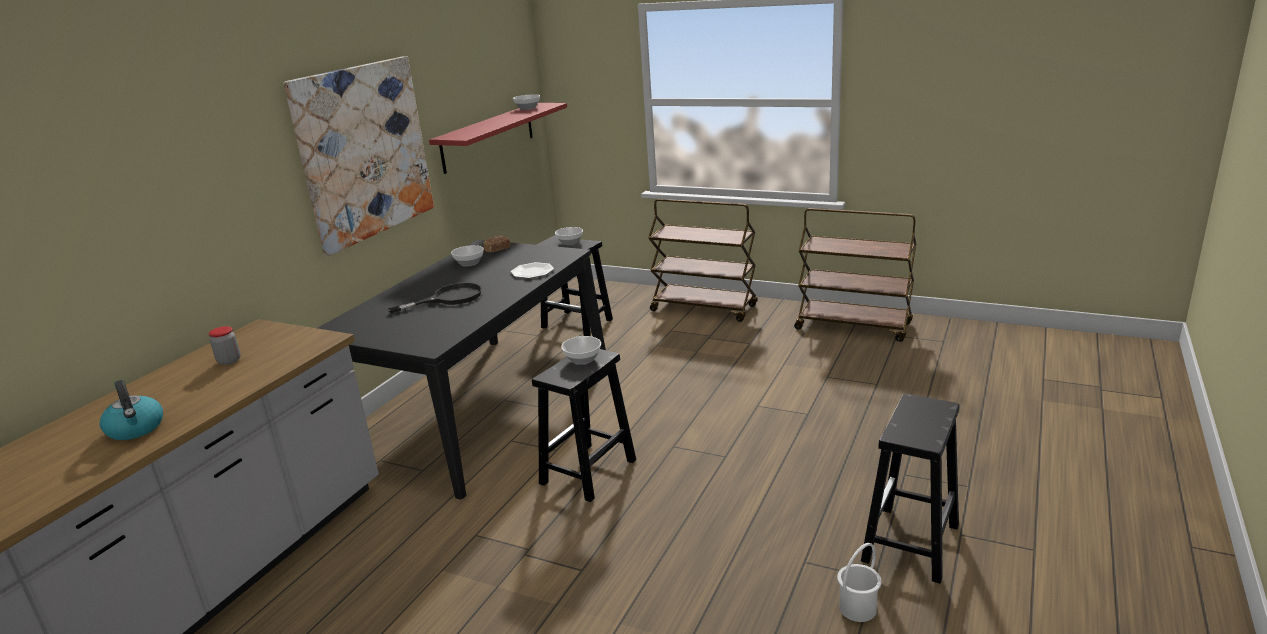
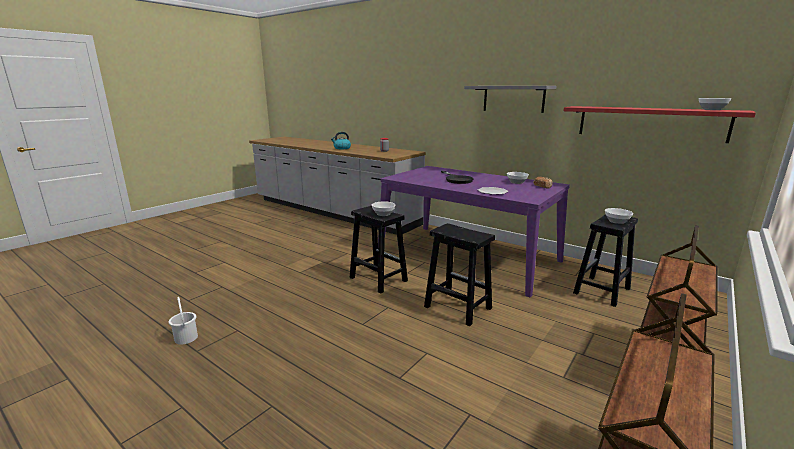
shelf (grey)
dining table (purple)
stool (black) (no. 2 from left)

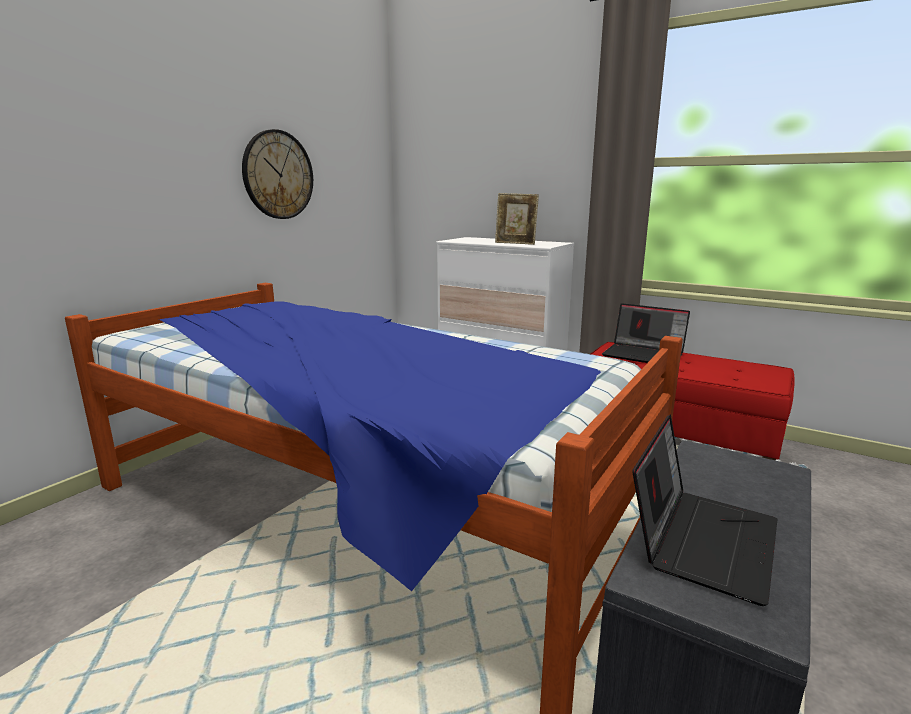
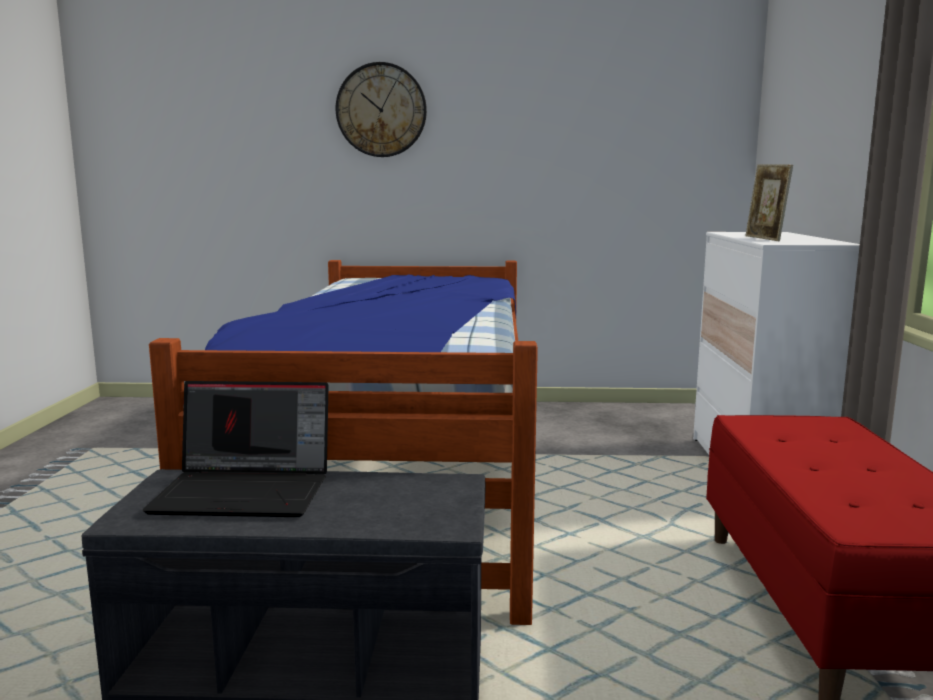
wall clock
laptop (no. 1 from left in the first image)

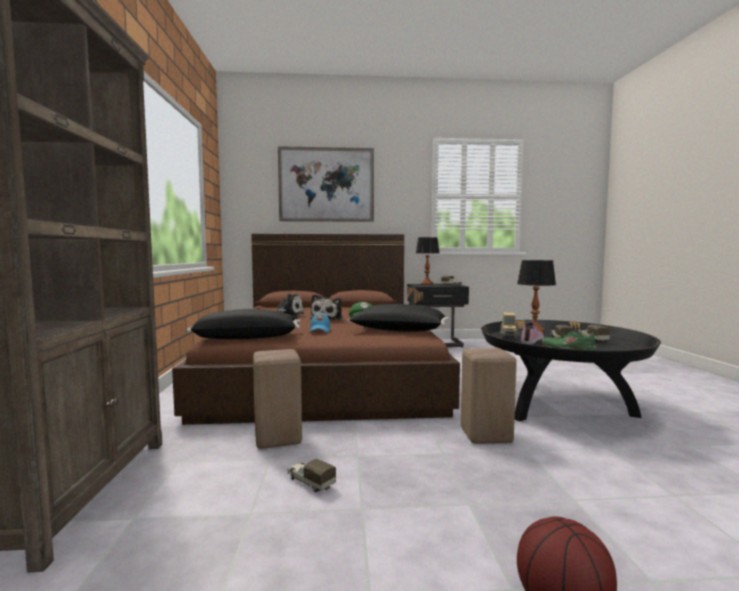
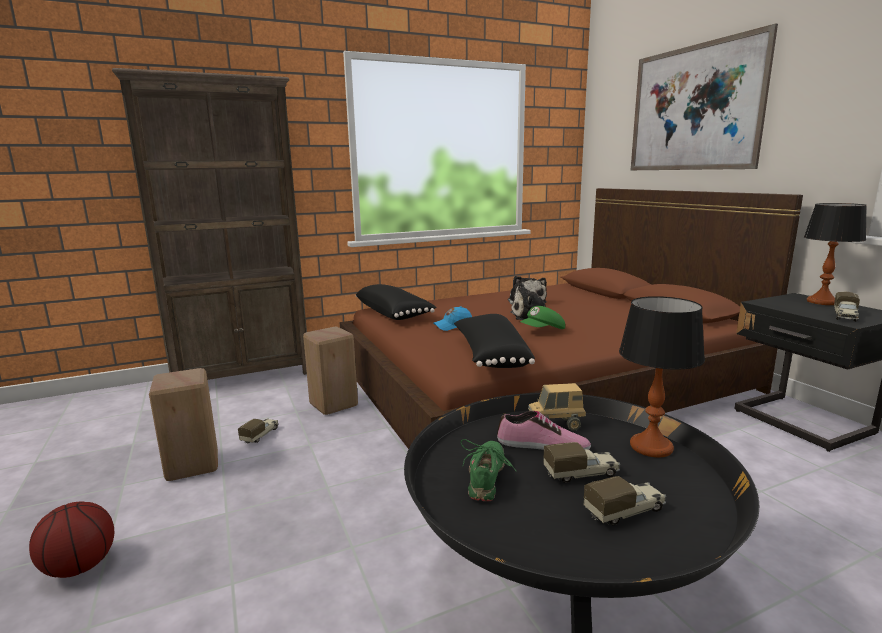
stool (beige) (no. 1 from left)

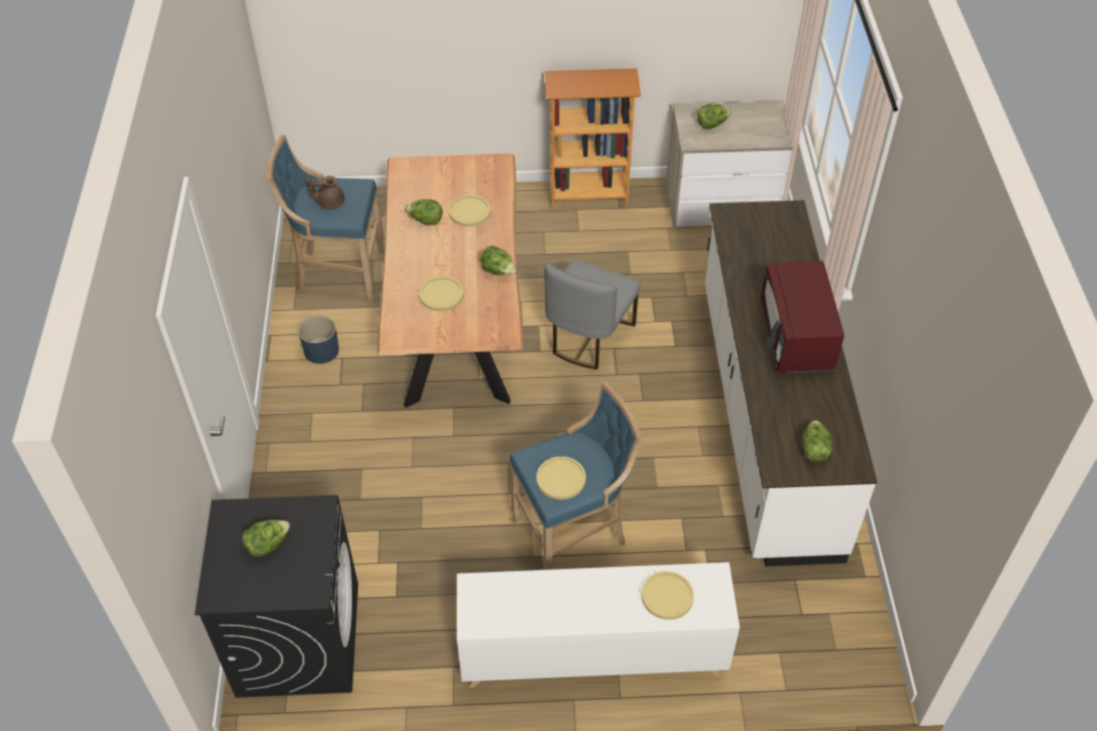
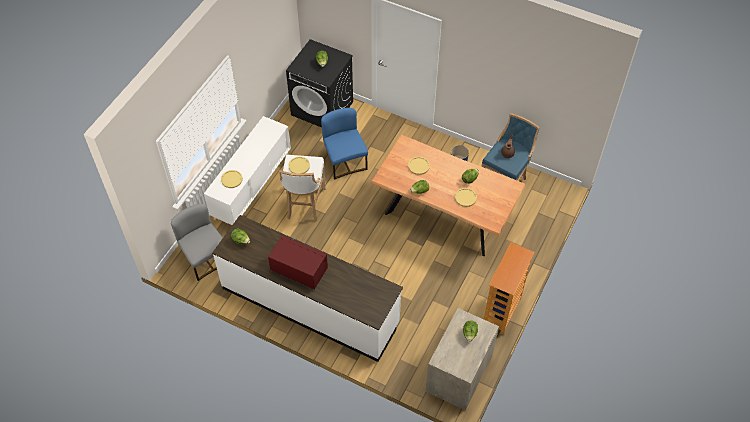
chair (grey)
stool (white)
chair (blue)

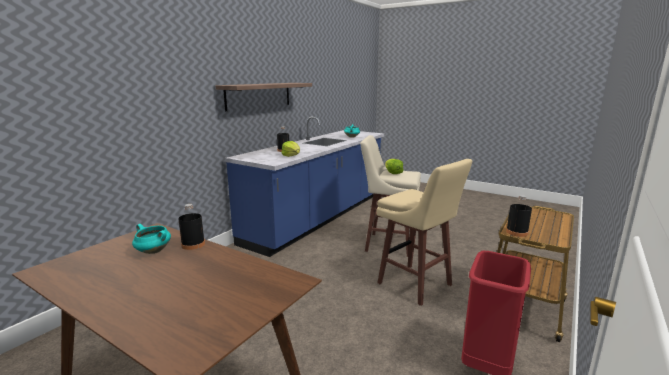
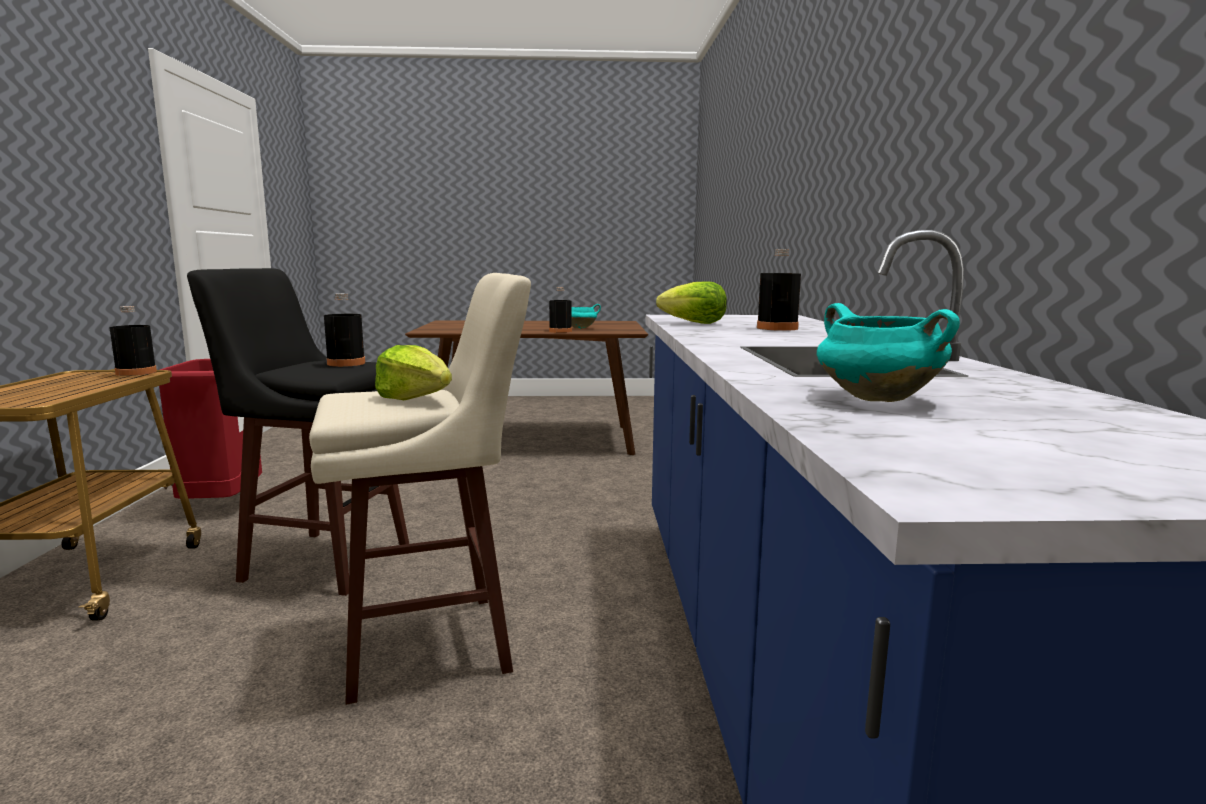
shelf
stool (black)
bottle (black) (no. 2 from left)

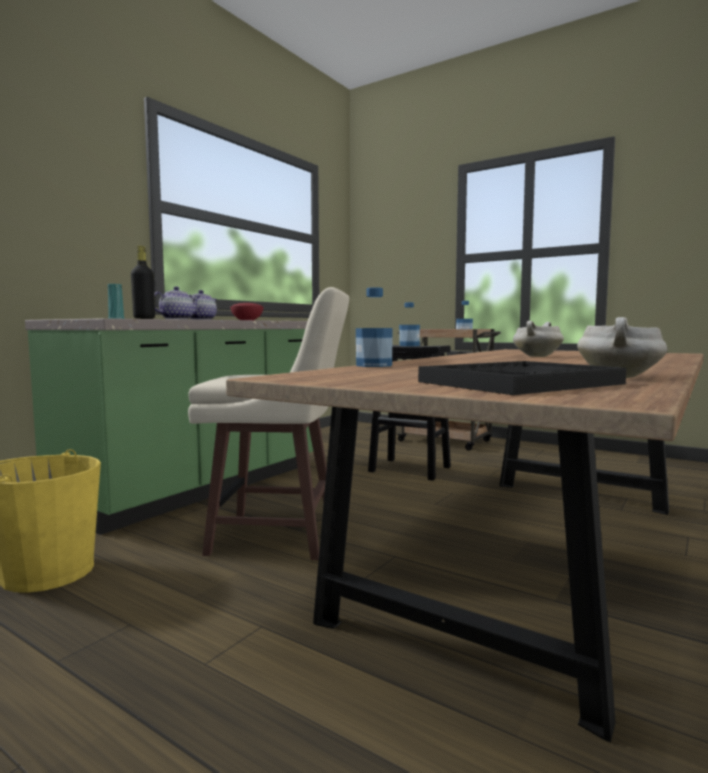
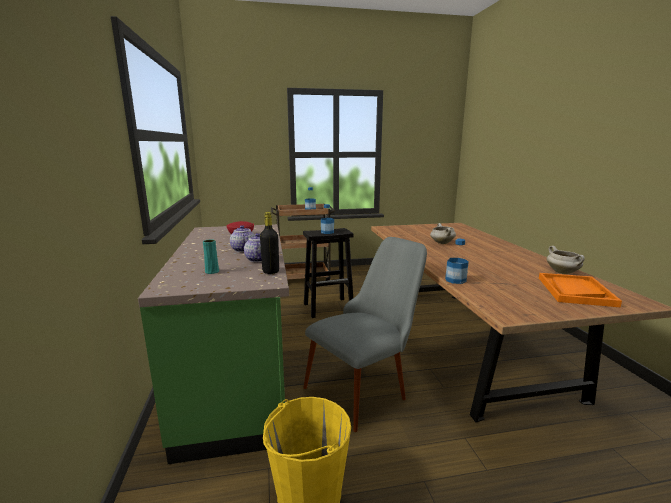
chair (grey)
tray (orange)

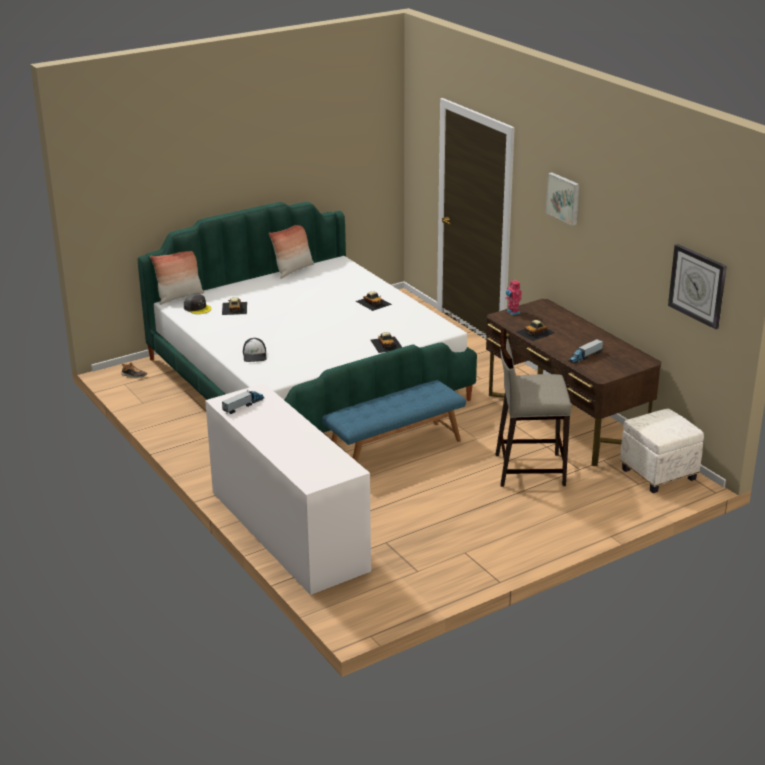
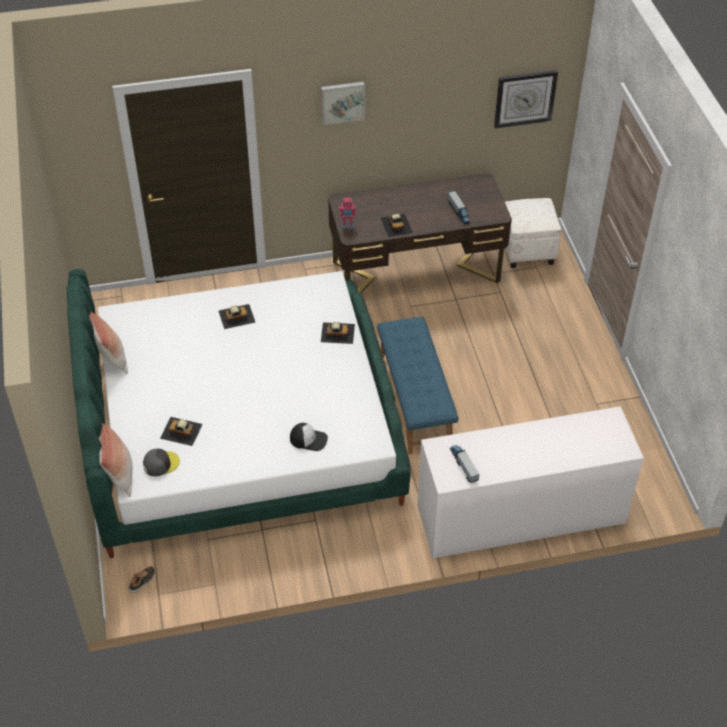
stool (beige)

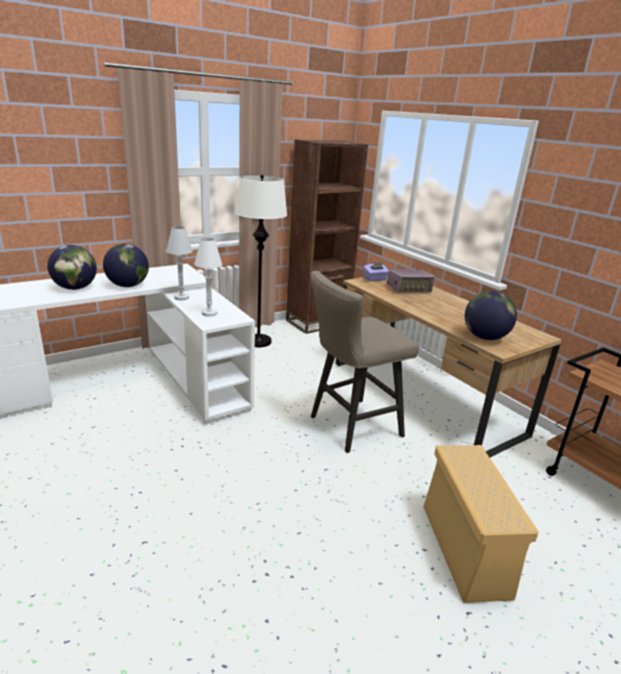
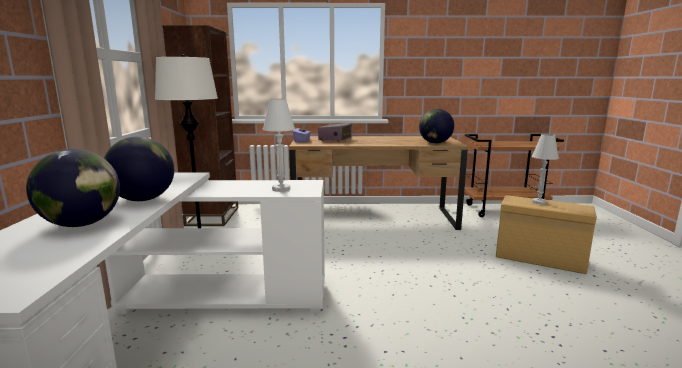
table lamp (white) (no. 2 from left)
stool (beige)

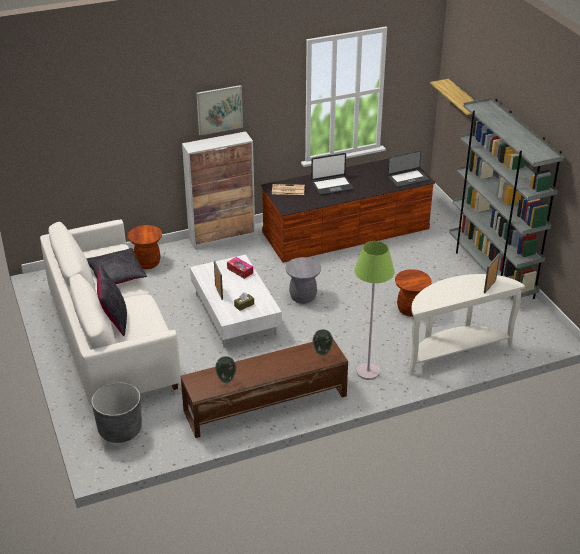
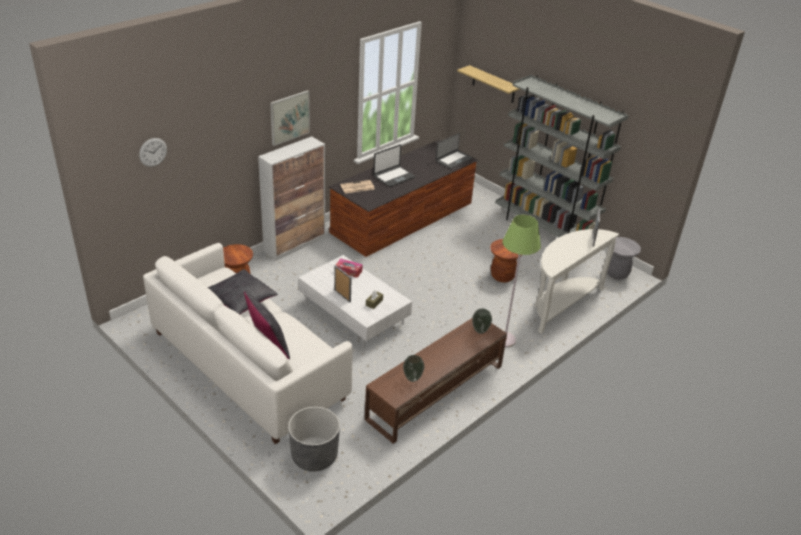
stool (grey)
wall clock

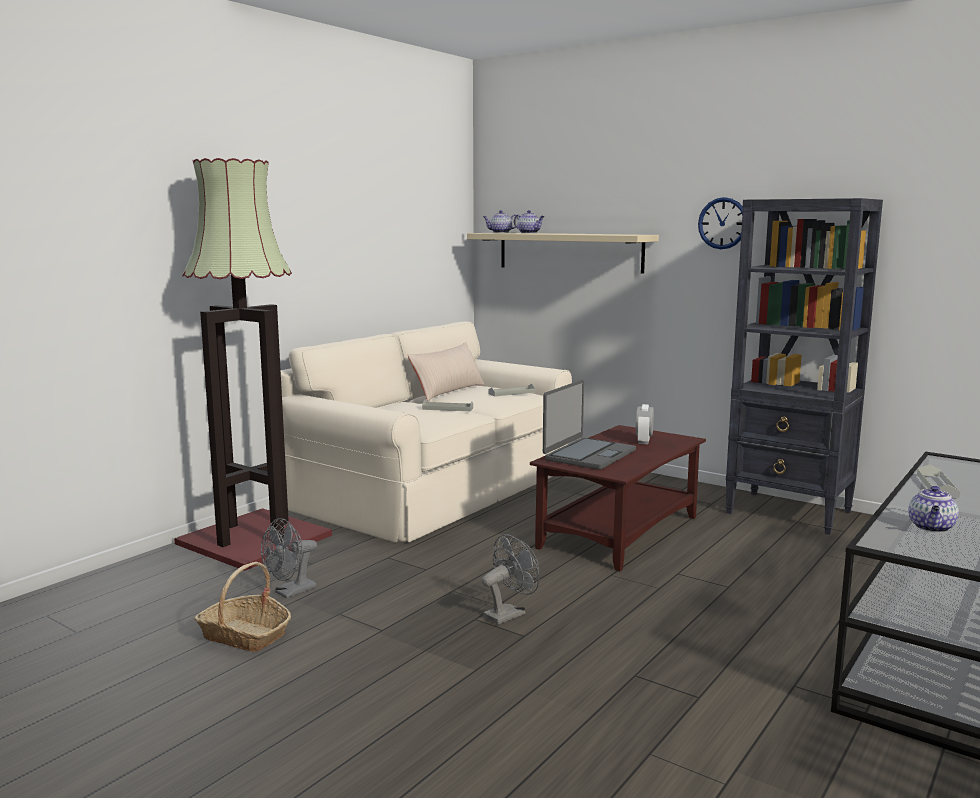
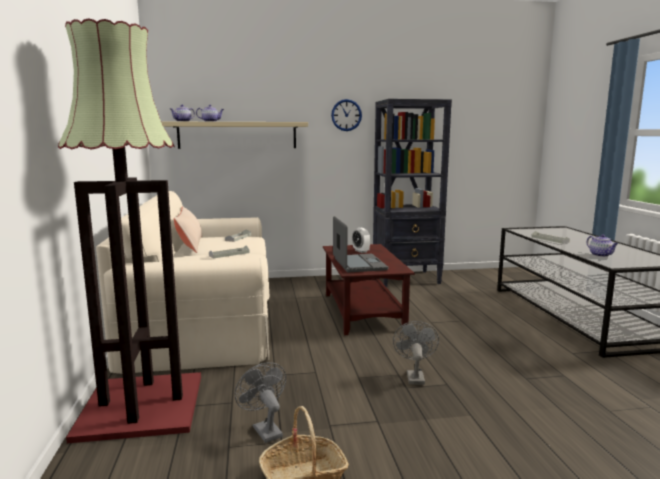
fan (grey) (no. 1 from left)

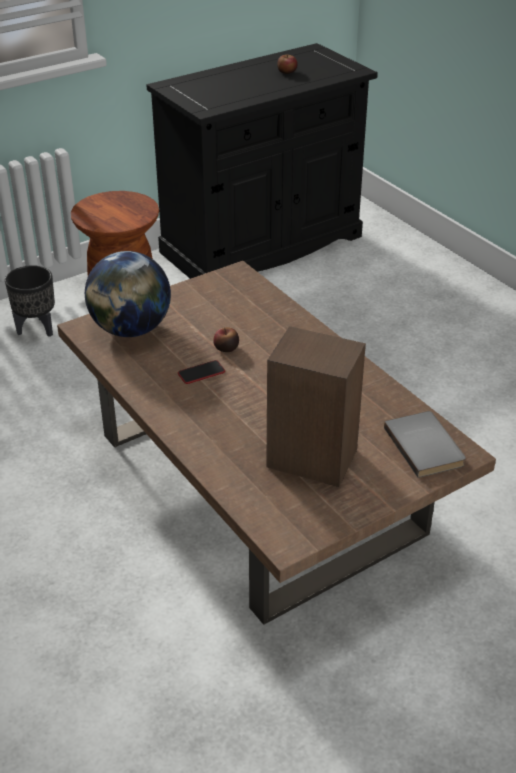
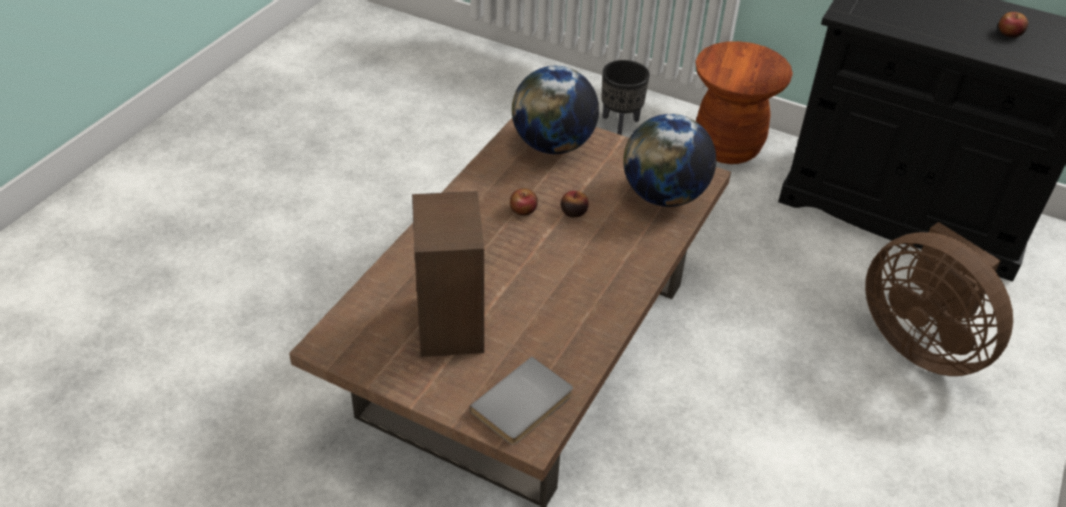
apple (no. 1 from left)
globe (no. 2 from left)
fan (brown)

